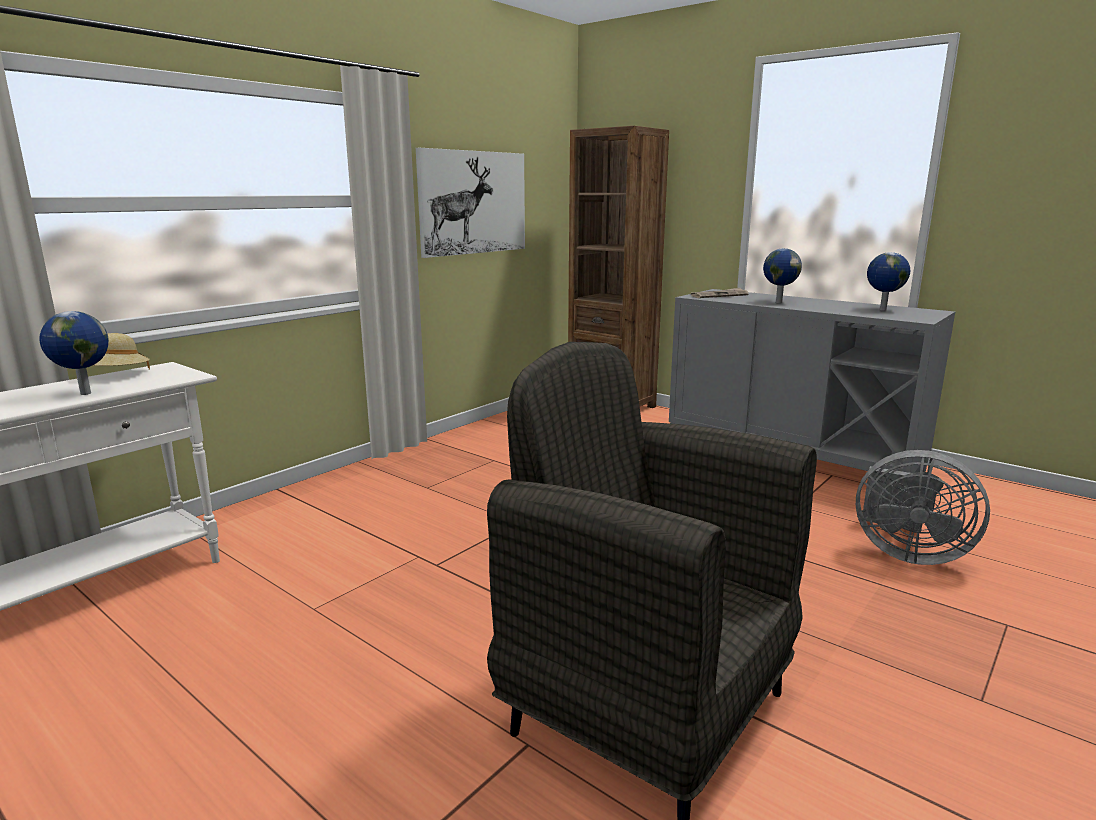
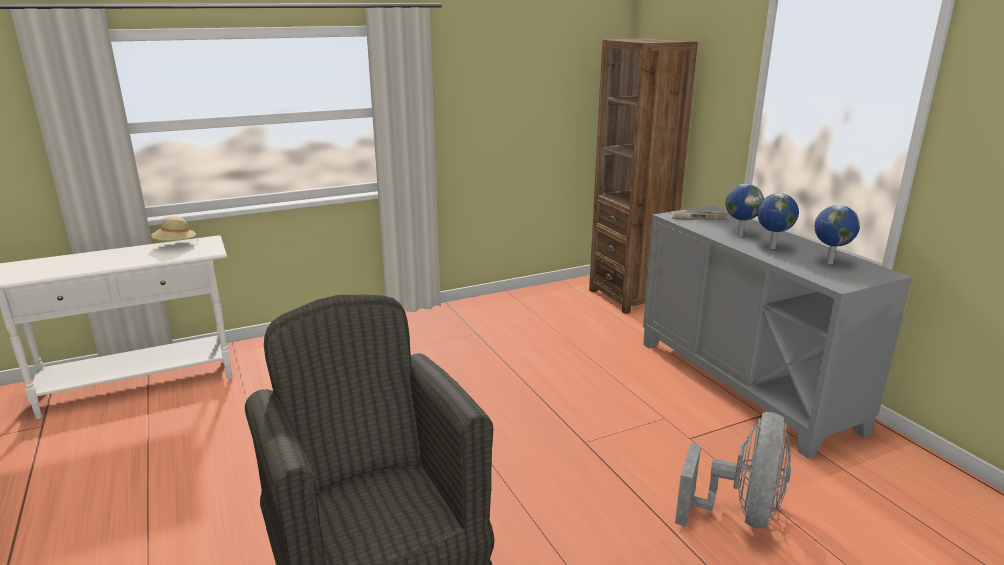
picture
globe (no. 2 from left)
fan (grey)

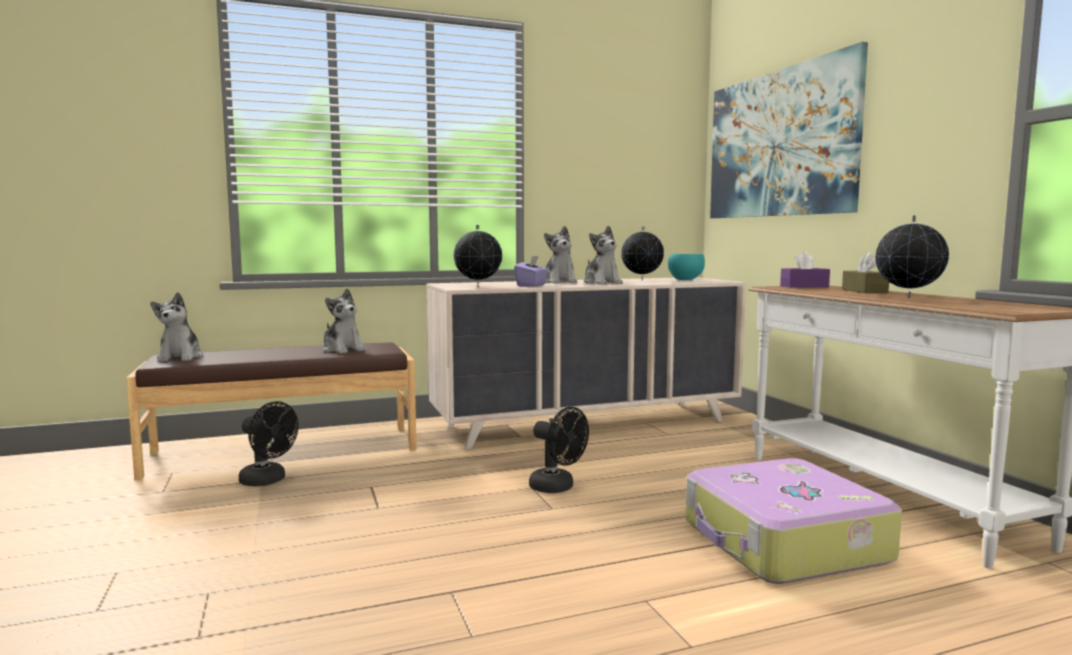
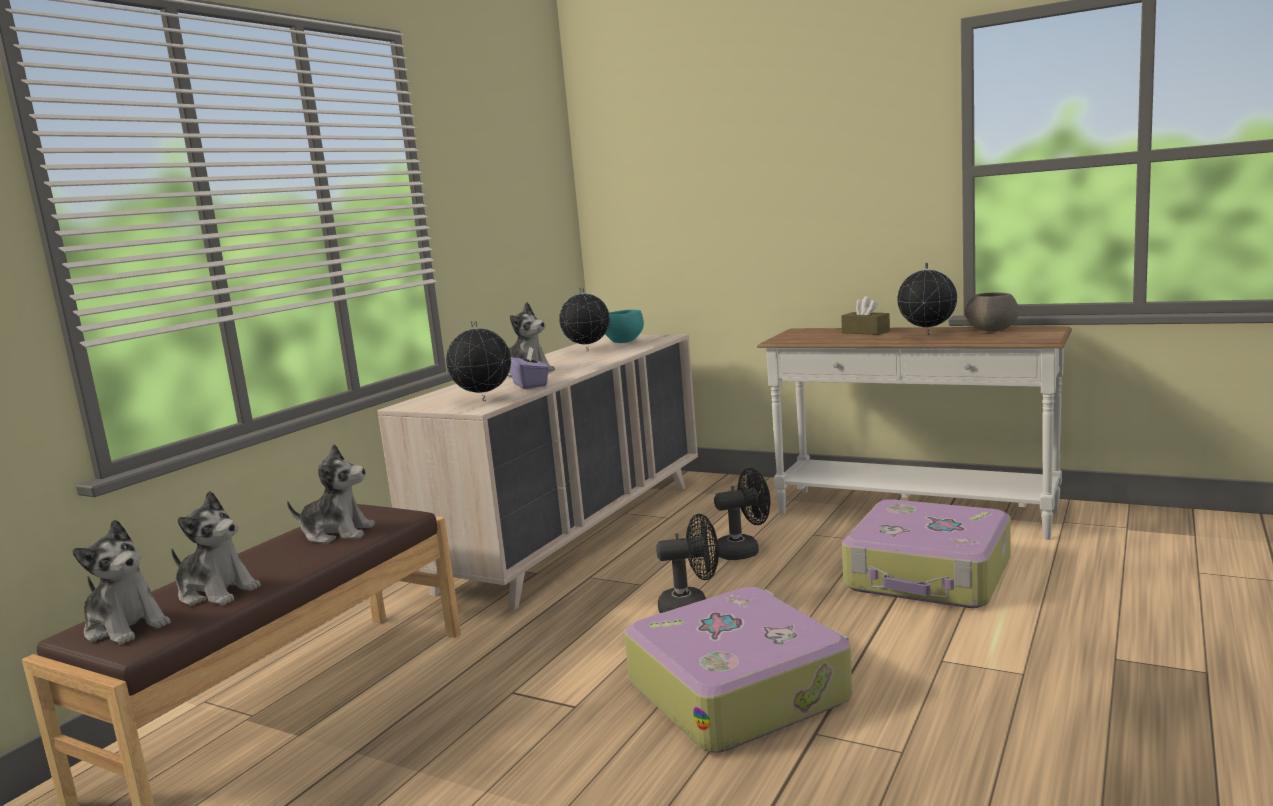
picture
plush toy (no. 2 from left)
tissue box (purple) (no. 2 from left in the first image)
fan (black) (no. 2 from left)
bowl (grey)
suitcase (no. 1 from left)

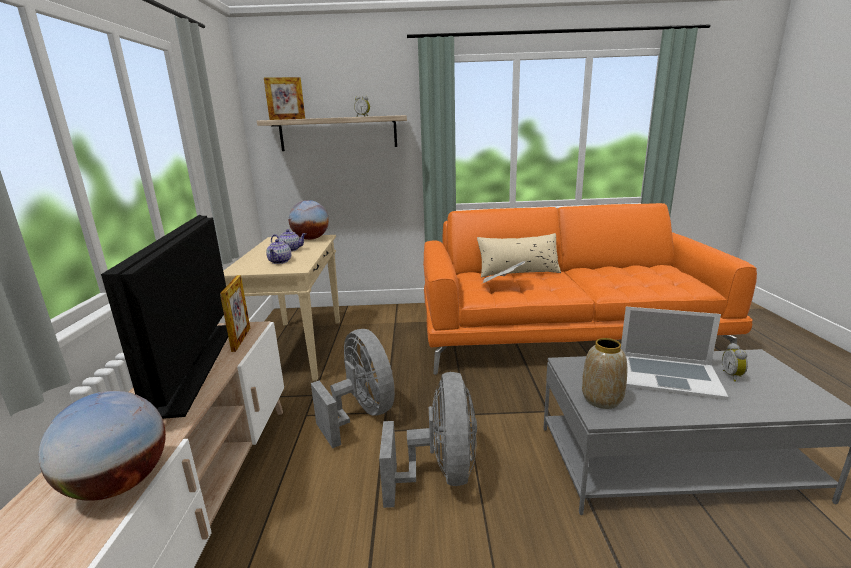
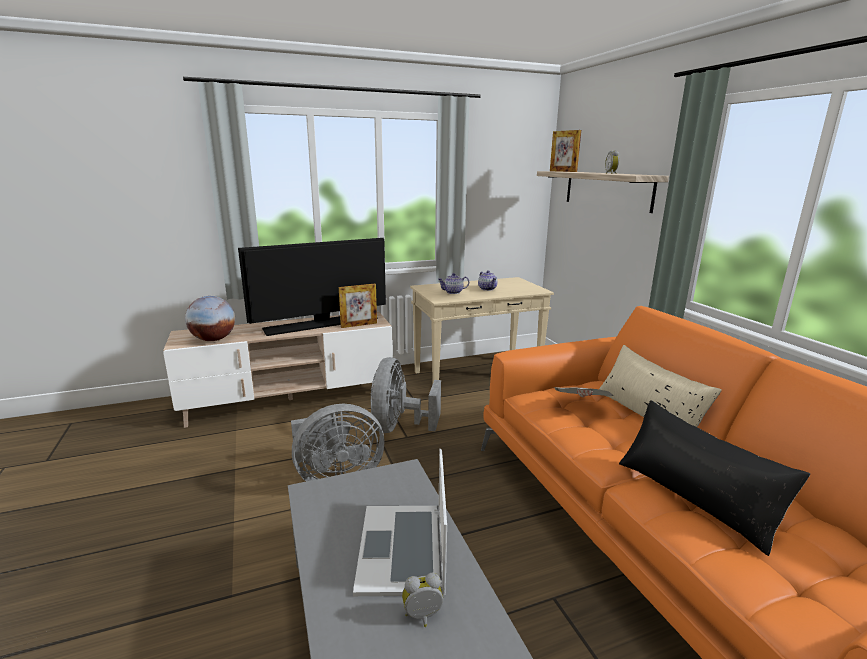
globe (no. 2 from left in the first image)
fan (grey) (no. 2 from left)
vase
pillow (black)

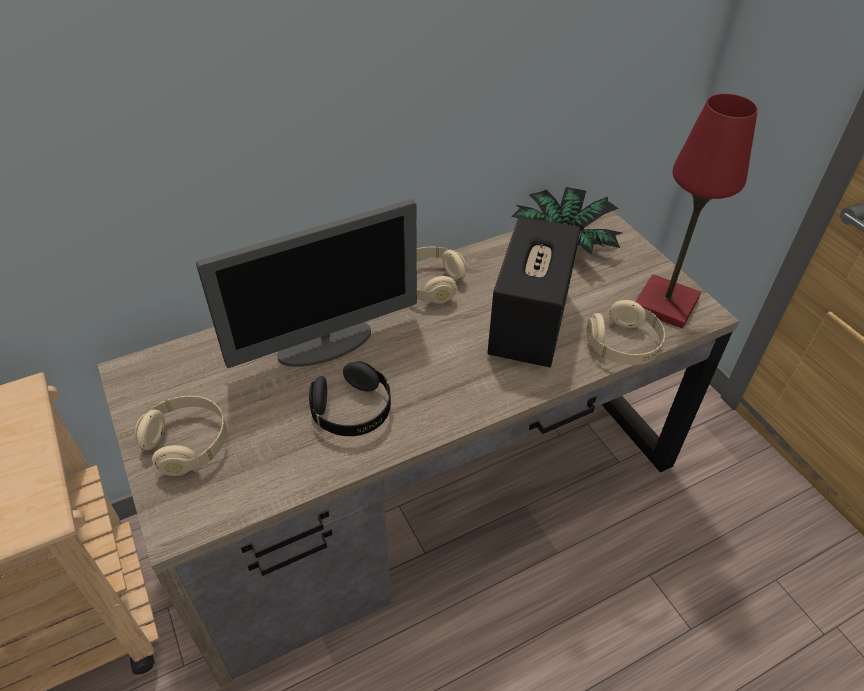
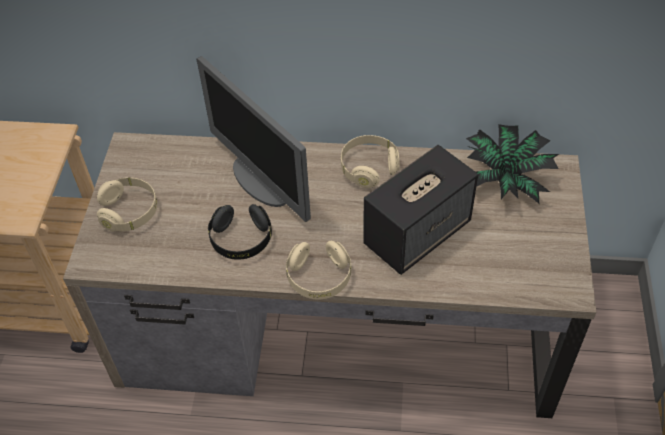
table lamp (red)
monitor
headphones (beige) (no. 2 from left)

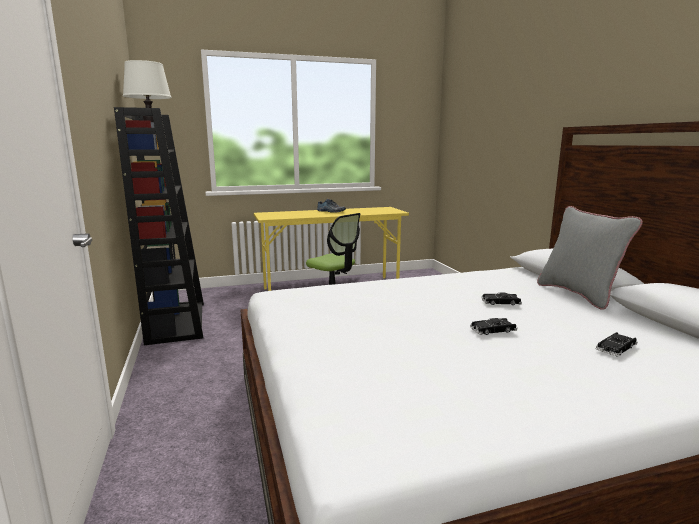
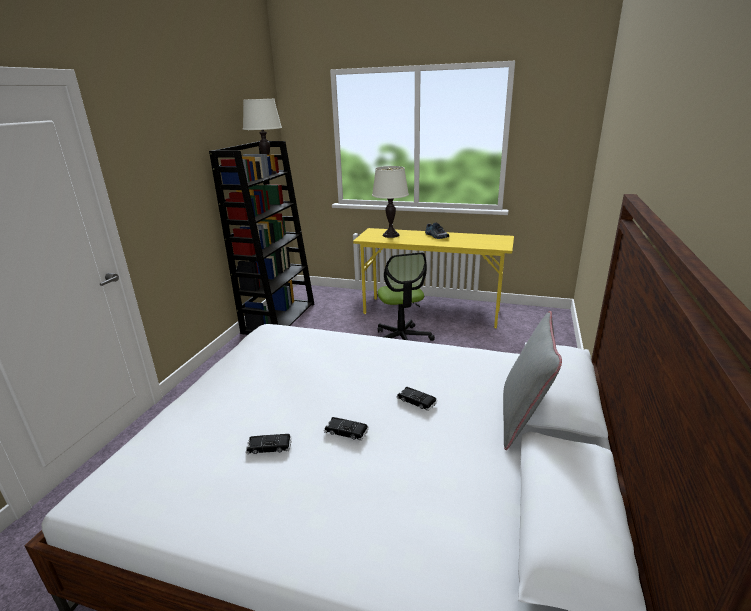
toy car (black) (no. 1 from left)
table lamp (white) (no. 2 from left)

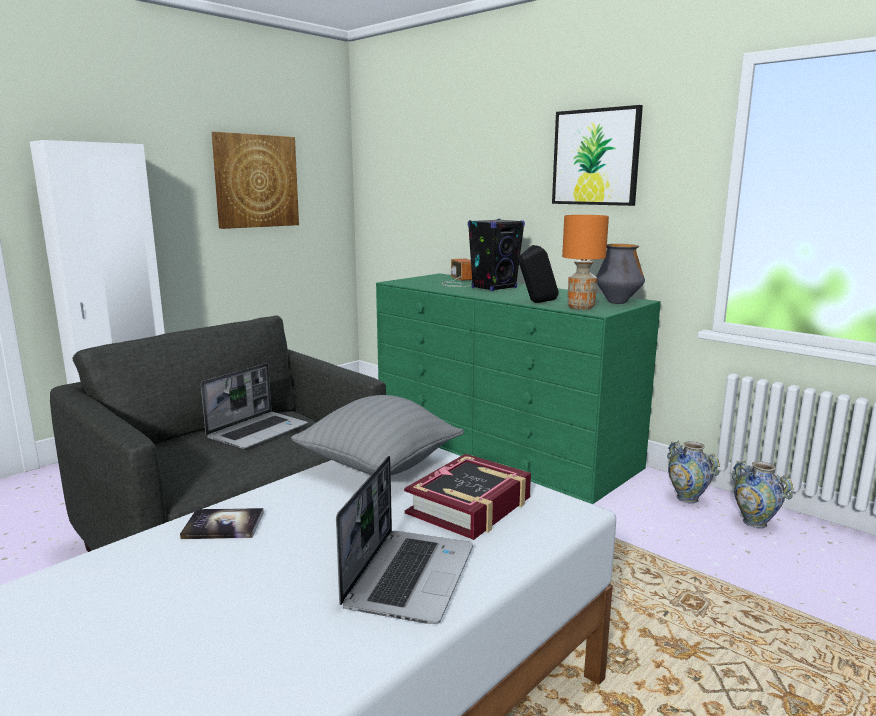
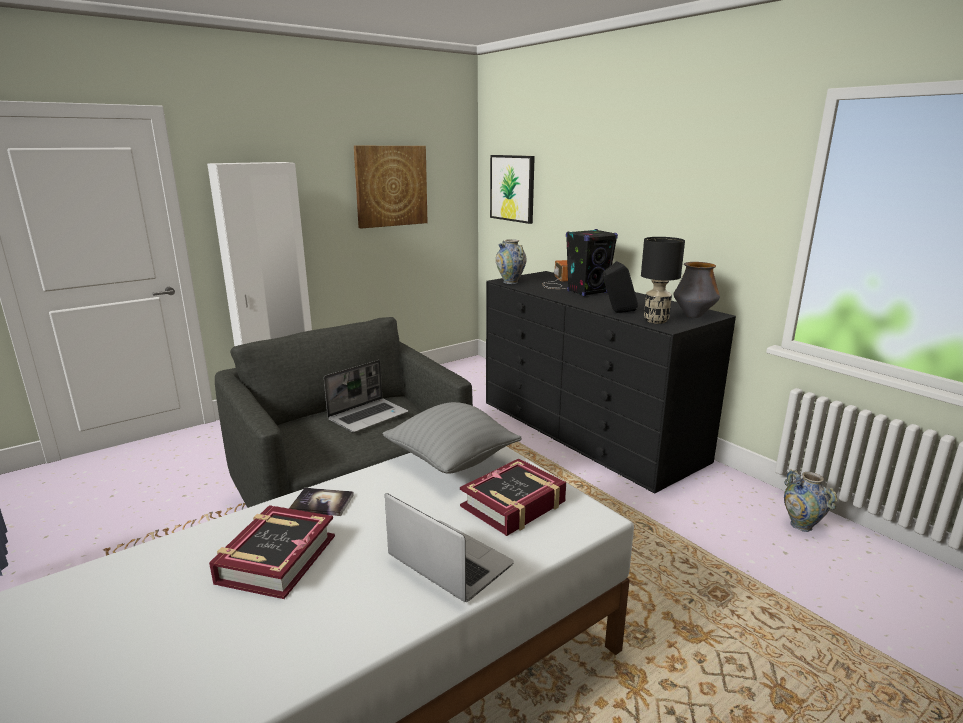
picture (no. 2 from left)
table lamp (black)
dresser (black)
vase (no. 1 from left)
laptop (no. 2 from left)
book (no. 1 from left)

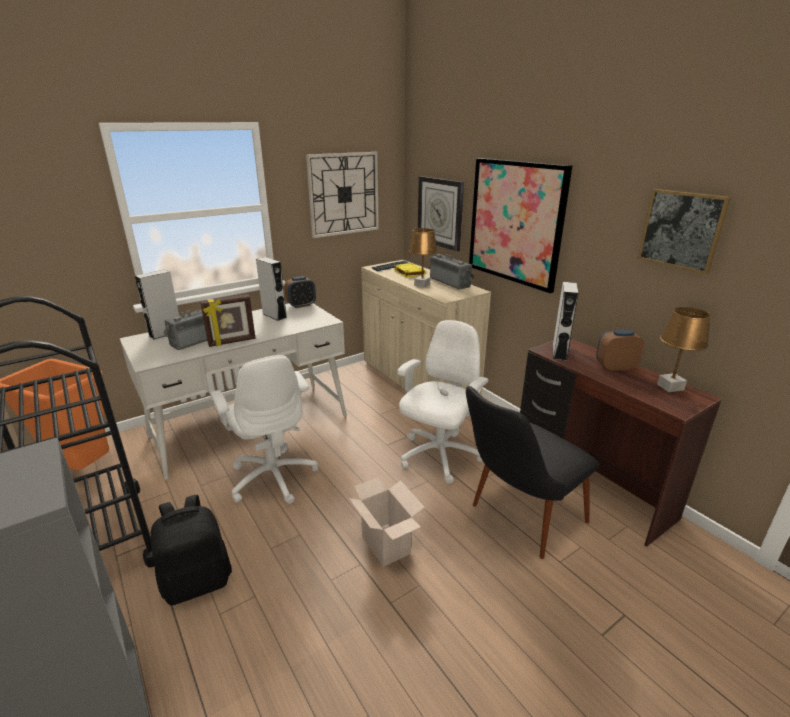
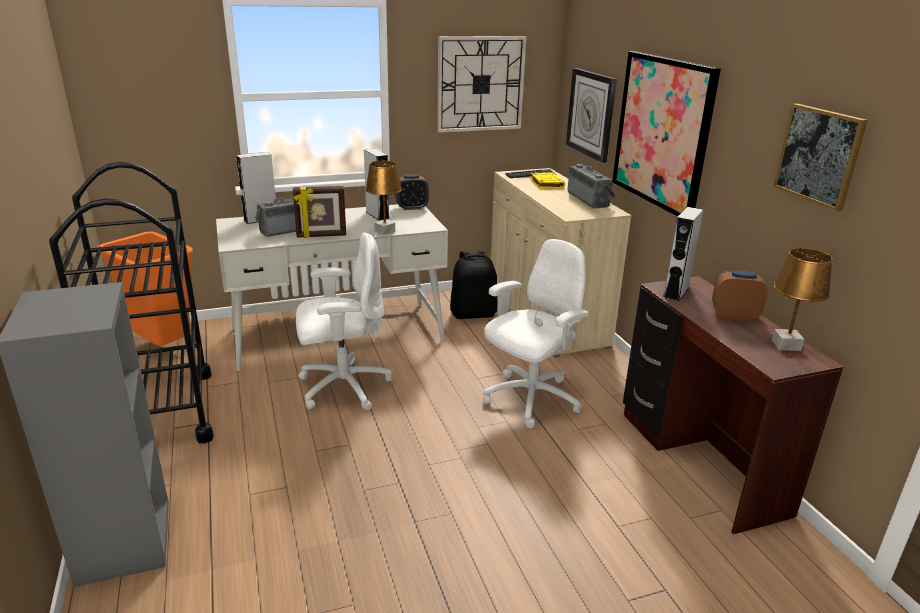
table lamp (brown) (no. 1 from left)
office chair (white) (no. 1 from left)
chair (black)
cardboard box
backpack (black)

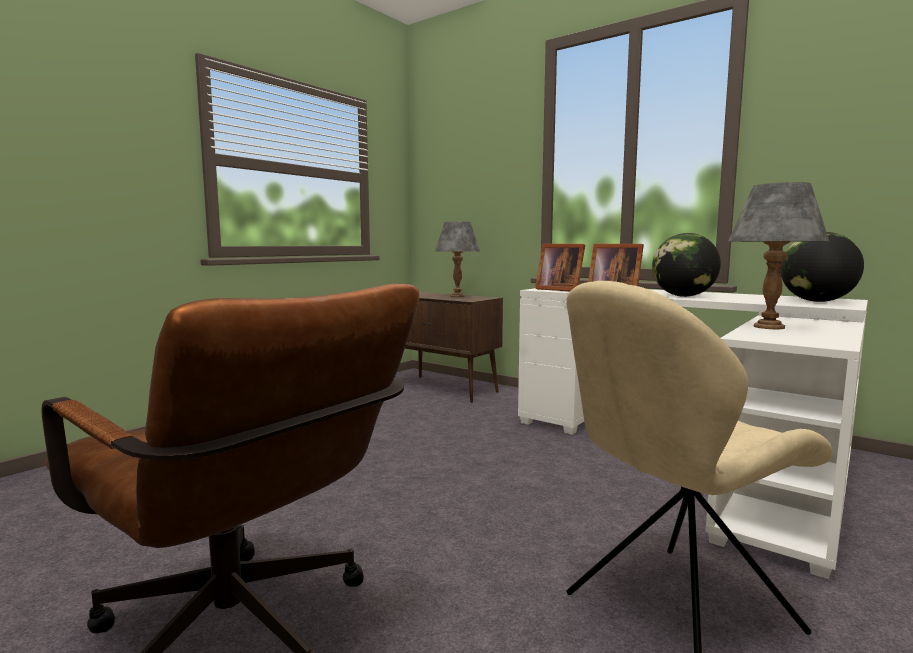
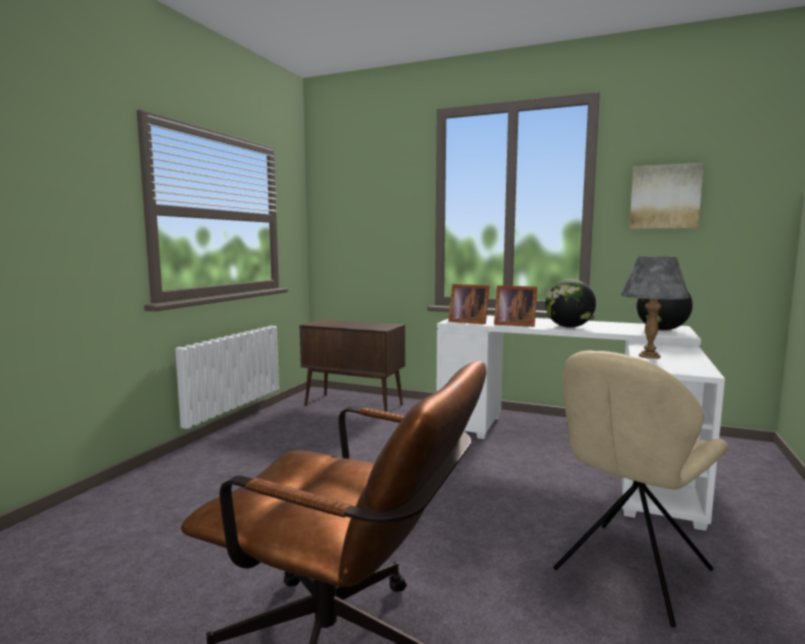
table lamp (grey) (no. 1 from left in the first image)
picture

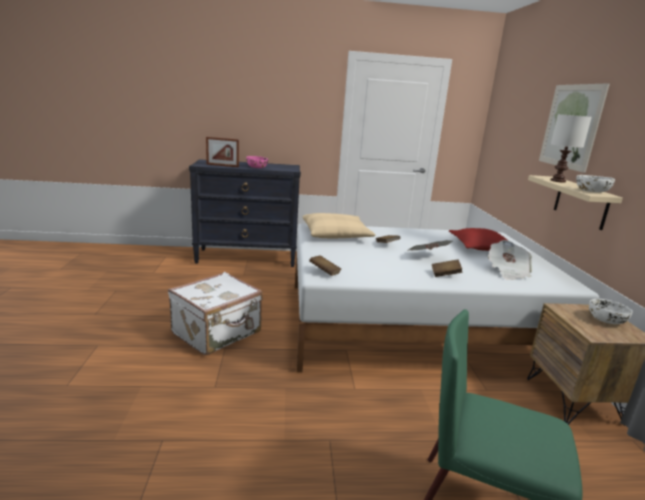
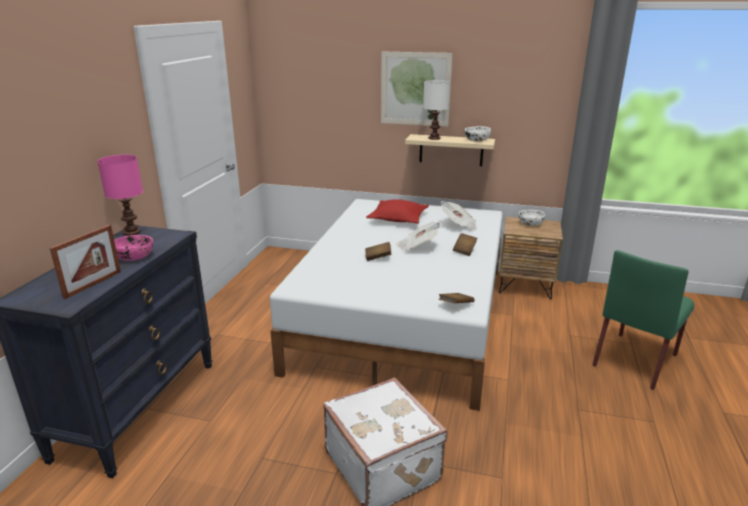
pillow (beige)
table lamp (pink)

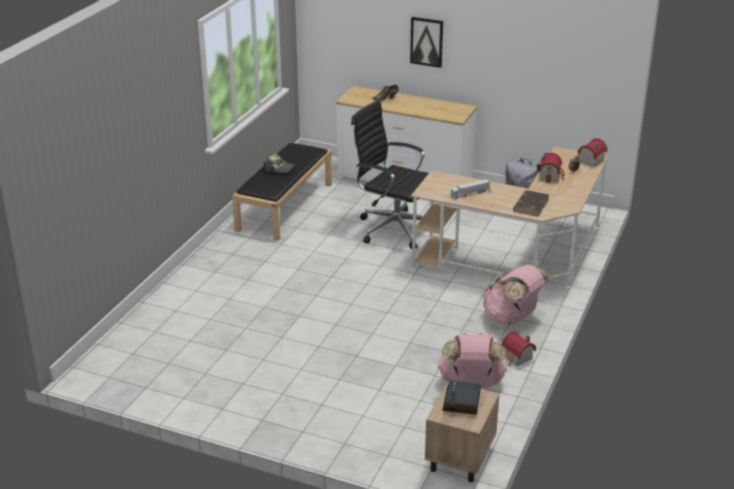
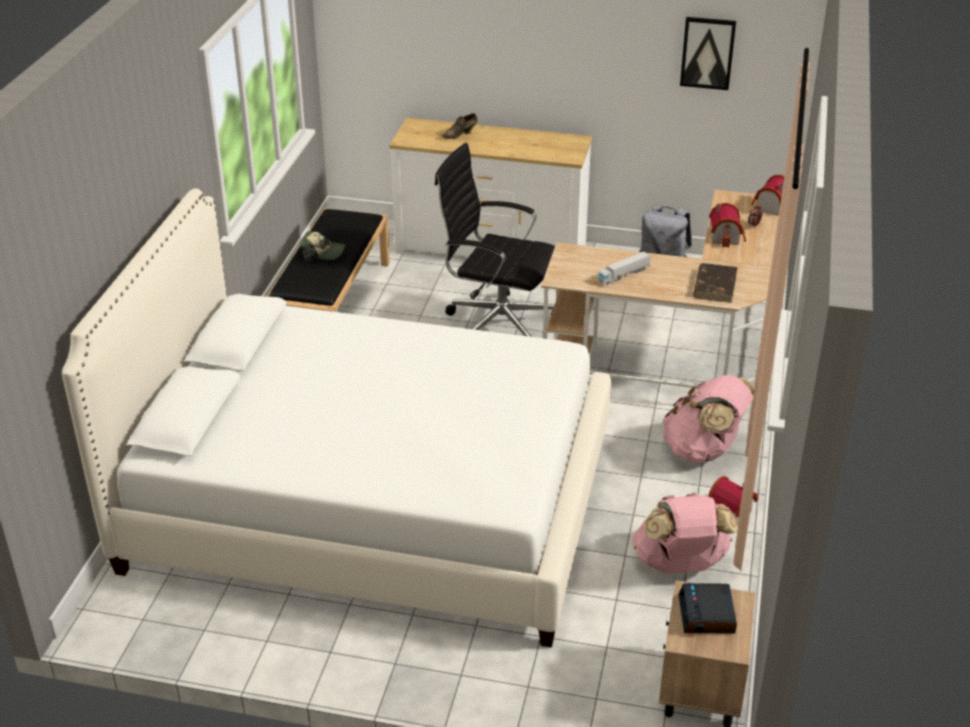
picture
bed (white)

